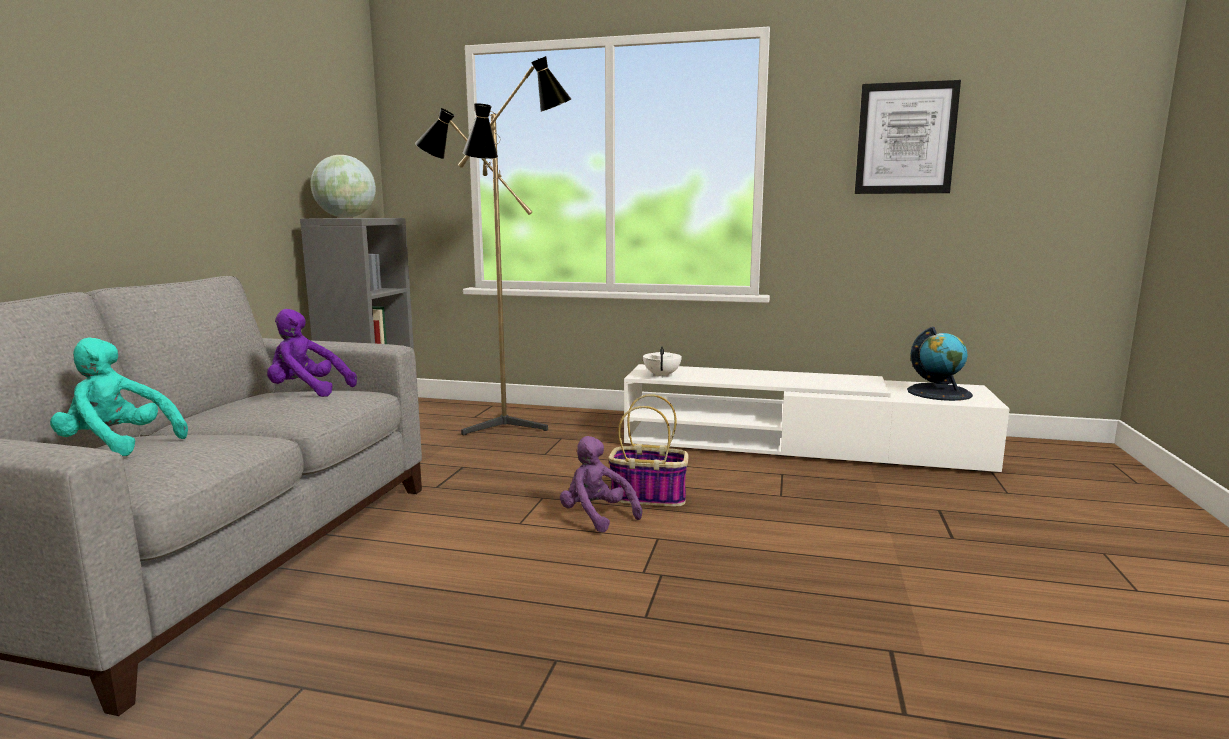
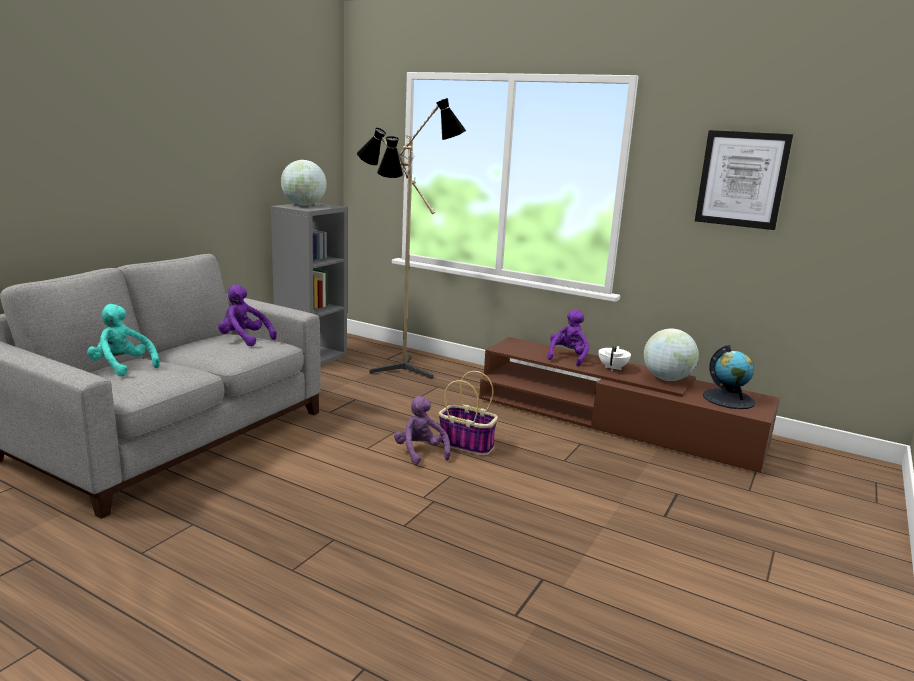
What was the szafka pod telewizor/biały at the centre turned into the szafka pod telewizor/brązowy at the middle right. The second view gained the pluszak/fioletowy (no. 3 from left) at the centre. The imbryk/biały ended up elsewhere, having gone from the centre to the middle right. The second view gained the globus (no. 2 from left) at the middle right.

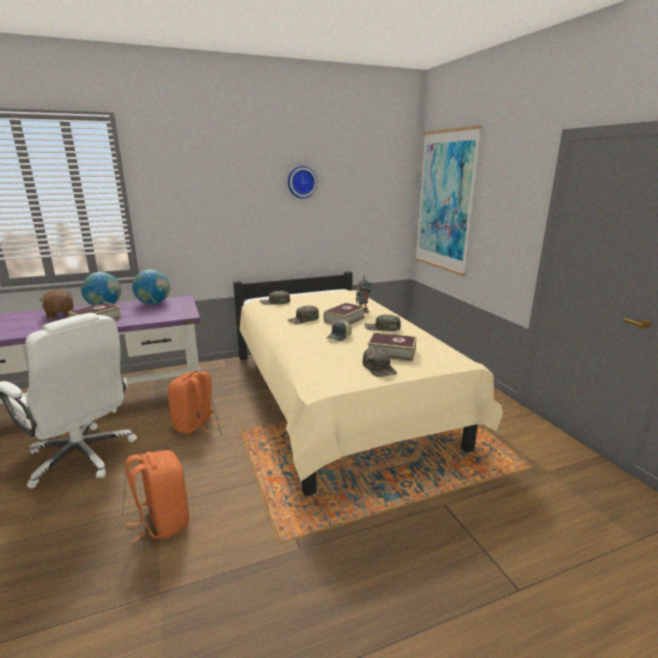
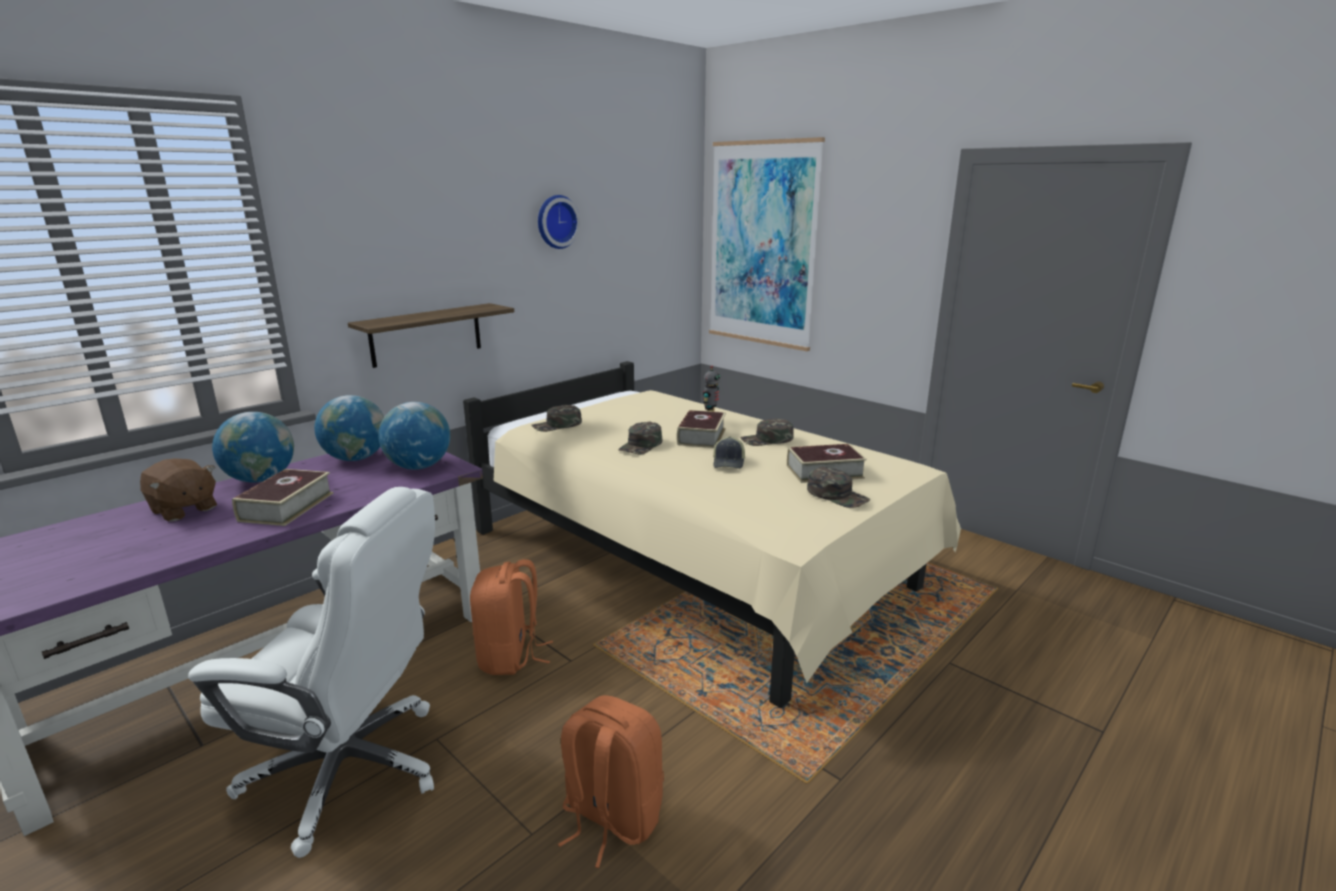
The second view gained the półka at the middle left. The second view gained the globus (no. 3 from left) at the middle left.

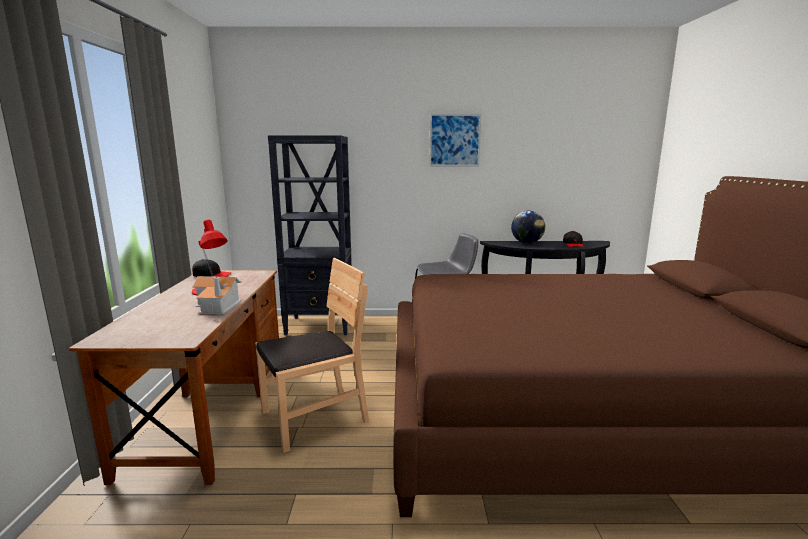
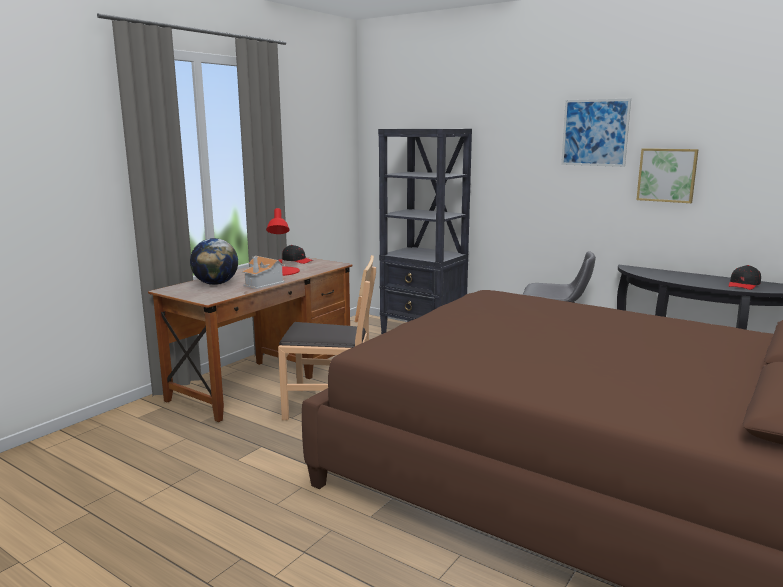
The globus ended up elsewhere, having gone from the centre to the middle left. The second view gained the obraz (no. 2 from left) at the top right.

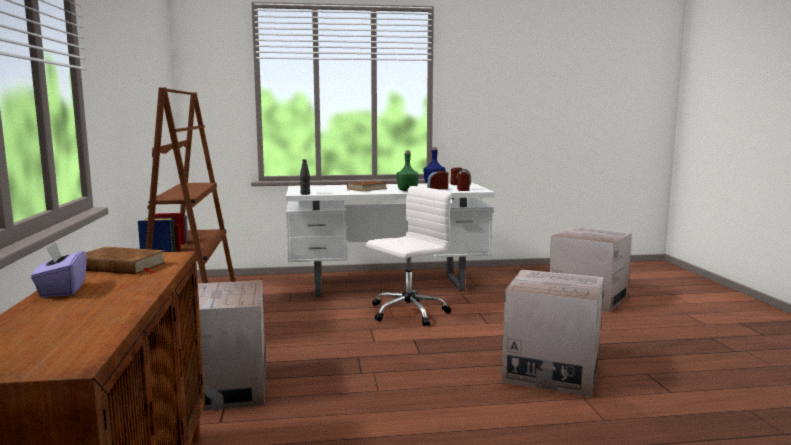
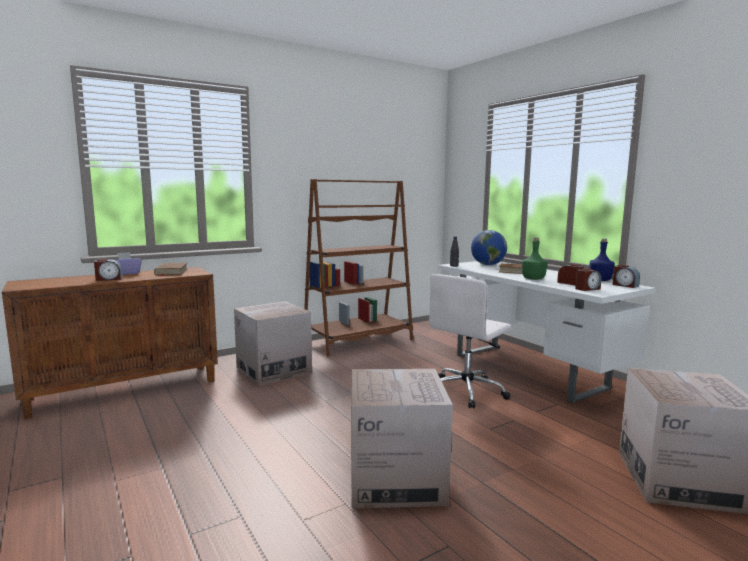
The second view gained the budzik (no. 1 from left) at the middle left. The krzesło biurowe/biały at the centre ended up facing another way, 105 degrees clockwise from before. The second view gained the globus at the centre.

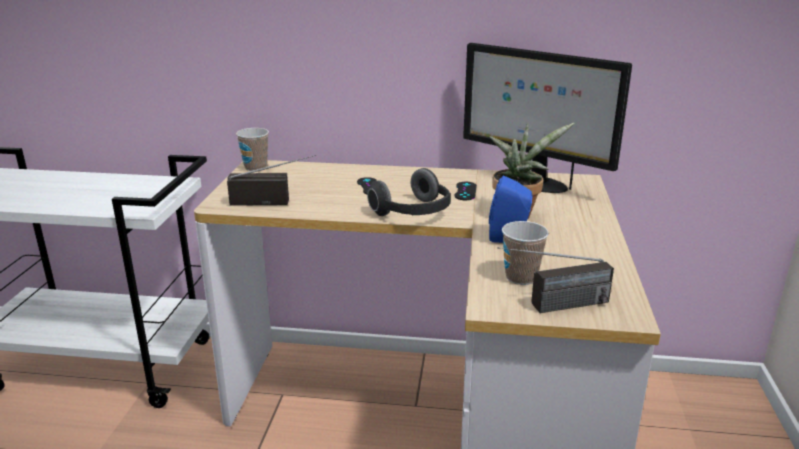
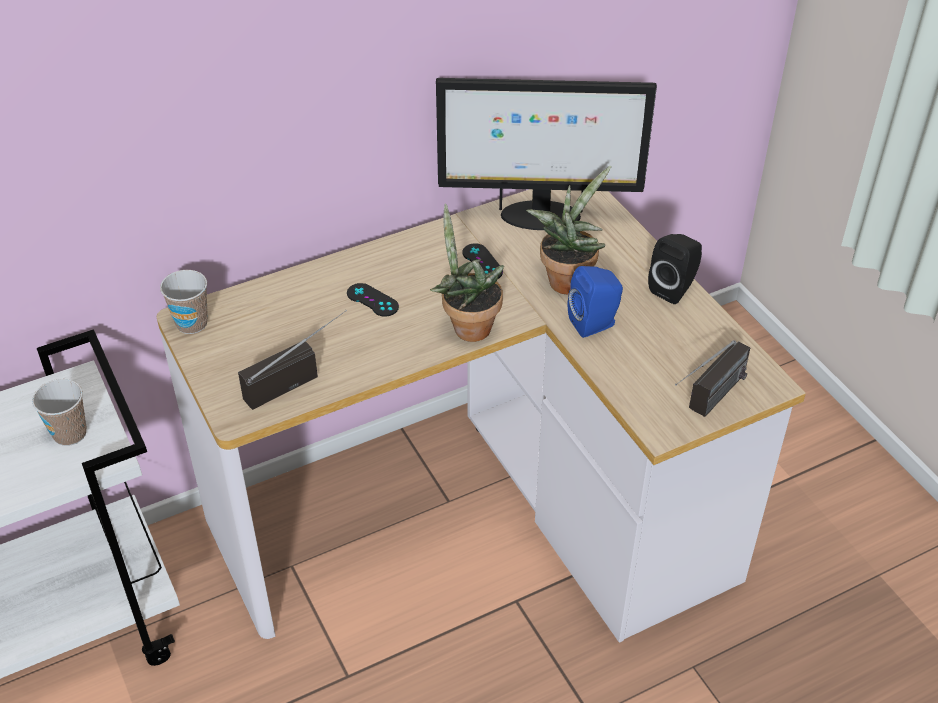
The filiżanka (no. 2 from left in the first image) ended up elsewhere, having gone from the centre to the middle left. Where the słuchawki stood at the centre, the roślina doniczkowa (no. 1 from left) came to stand at the centre. The second view gained the głośnik/czarny at the middle right.

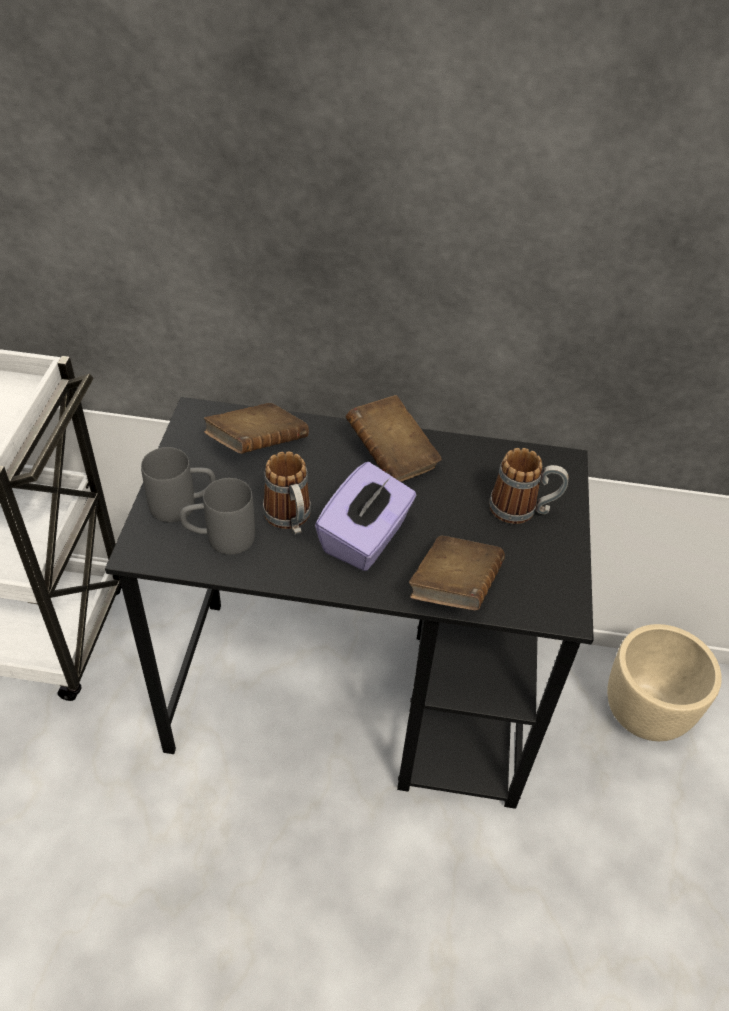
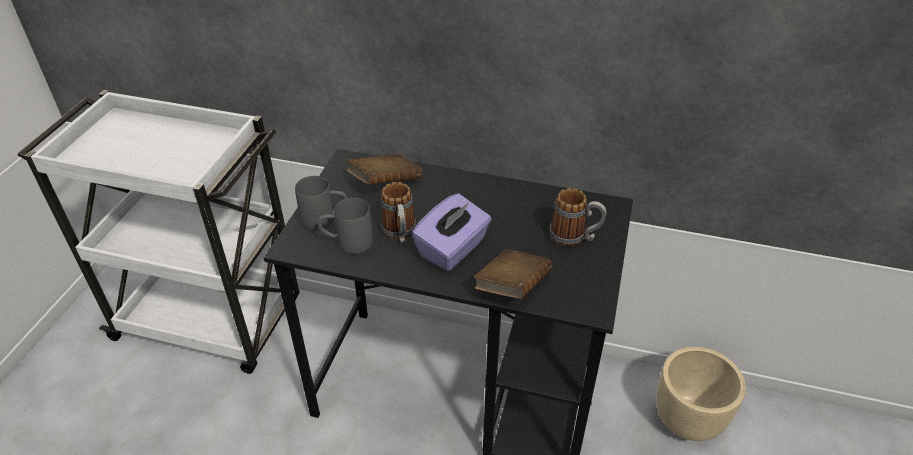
The second view lost the książka/brązowy (no. 2 from left) at the centre.

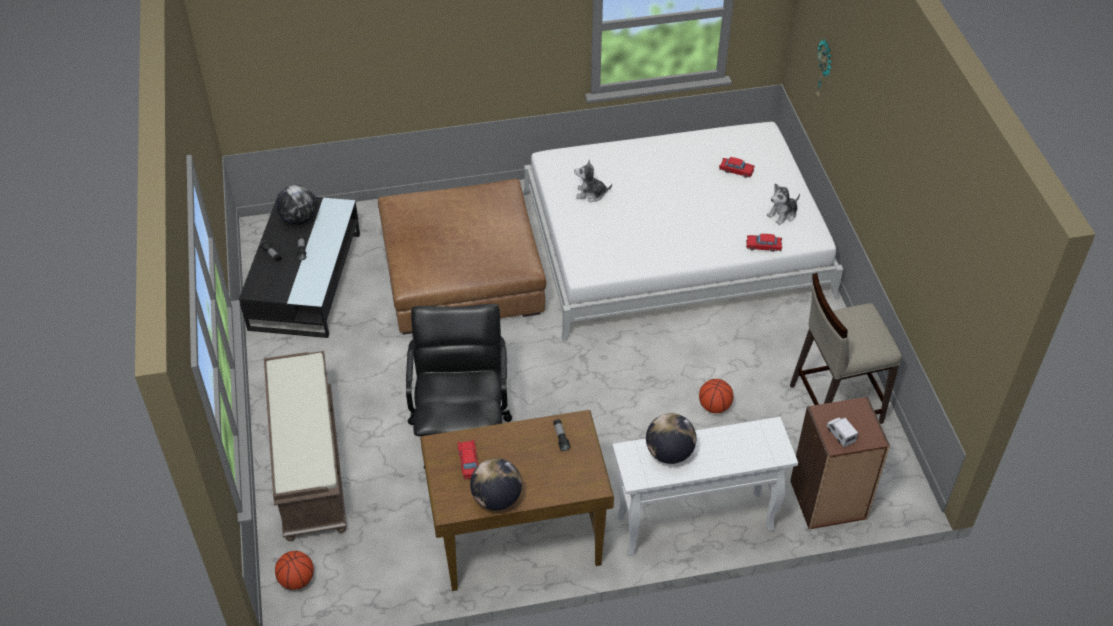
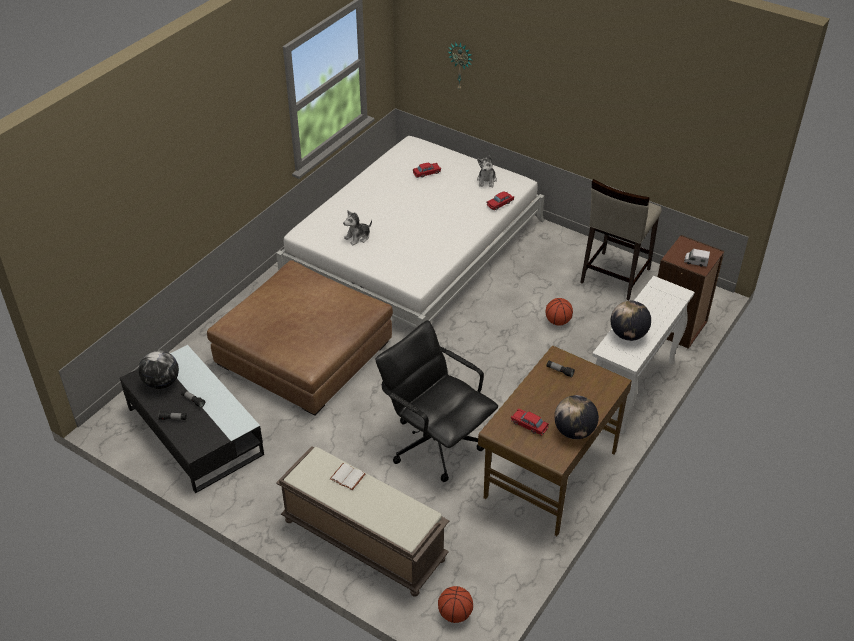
The second view gained the książka/biały at the bottom centre.

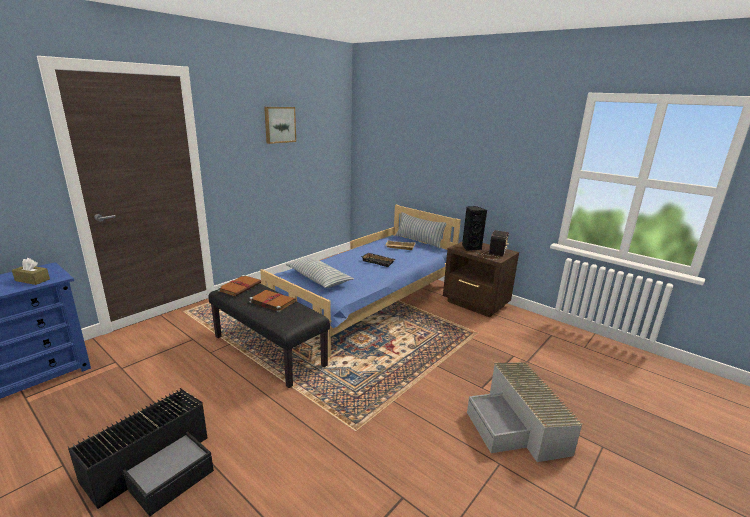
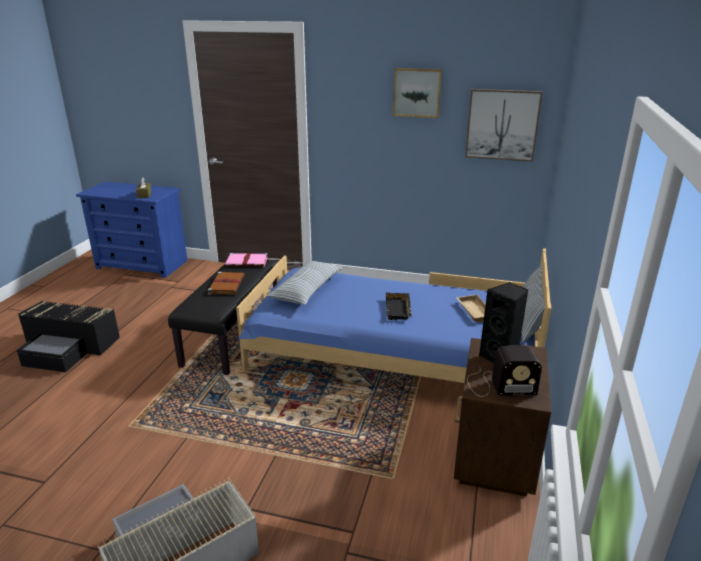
What was the książka/brązowy (no. 1 from left) at the middle left turned into the książka/różowy at the centre. The second view gained the obraz (no. 2 from left) at the top right.

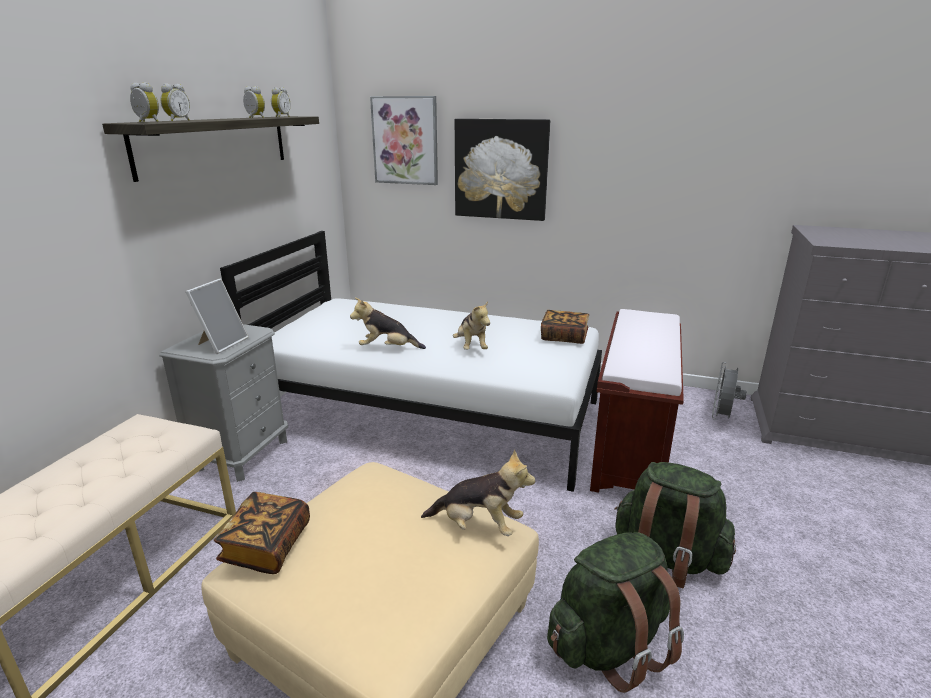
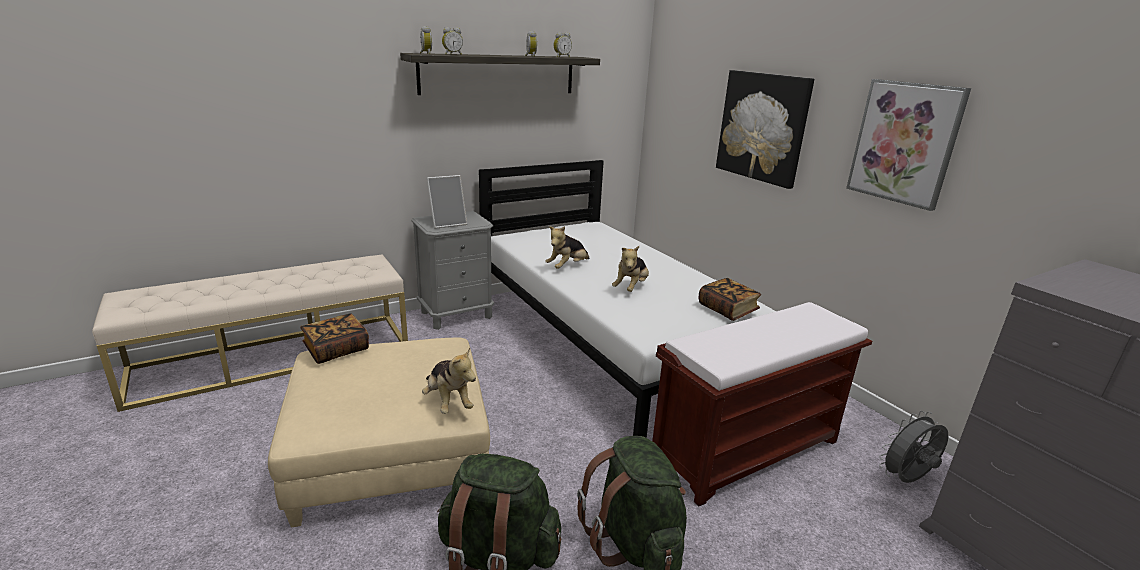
The pluszak (no. 1 from left in the first image) at the centre ended up facing another way, 90 degrees counterclockwise from before. The obraz (no. 1 from left in the first image) ended up elsewhere, having gone from the top centre to the top right.

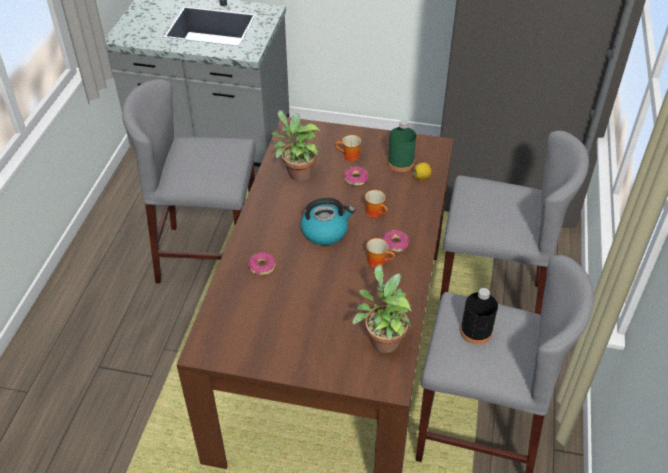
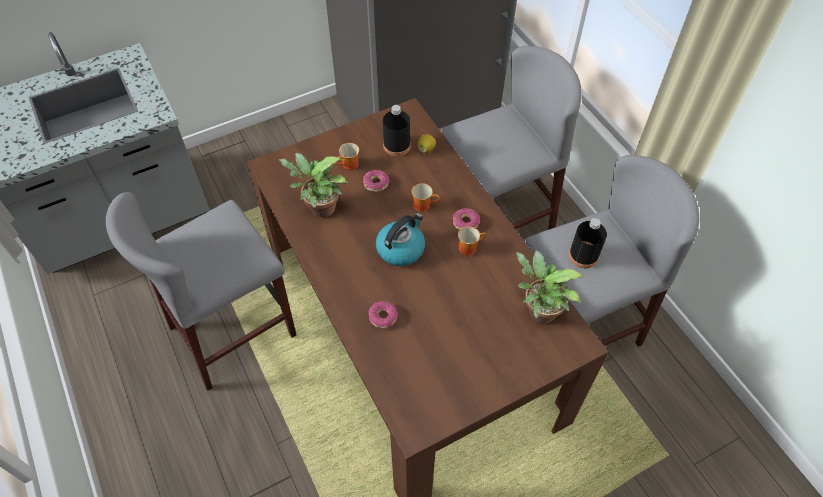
What was the butelka/zielony at the top centre turned into the butelka/czarny (no. 1 from left) at the top centre.

